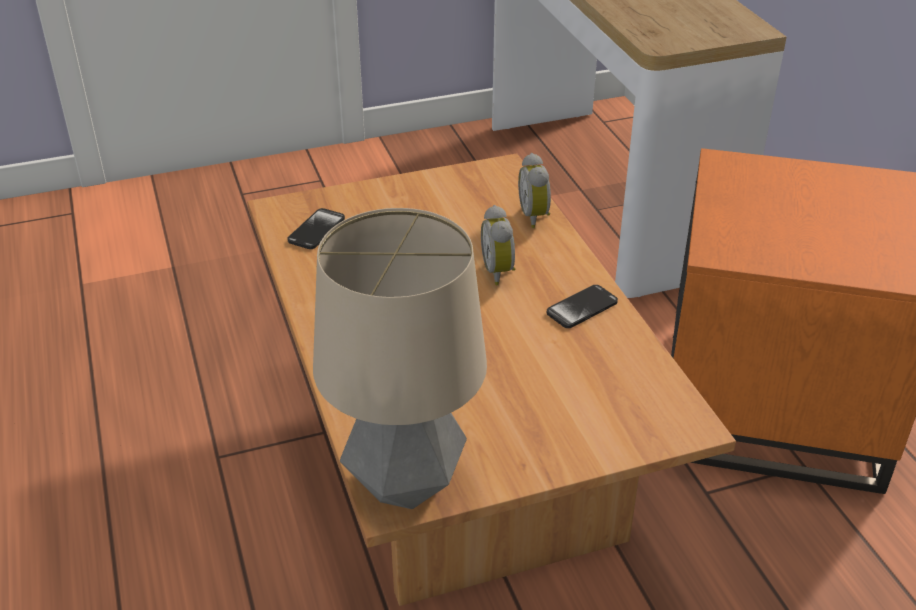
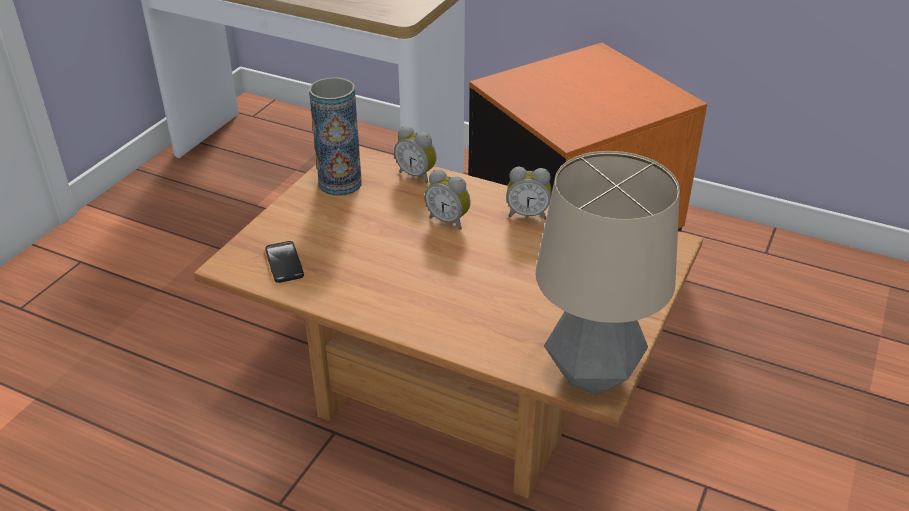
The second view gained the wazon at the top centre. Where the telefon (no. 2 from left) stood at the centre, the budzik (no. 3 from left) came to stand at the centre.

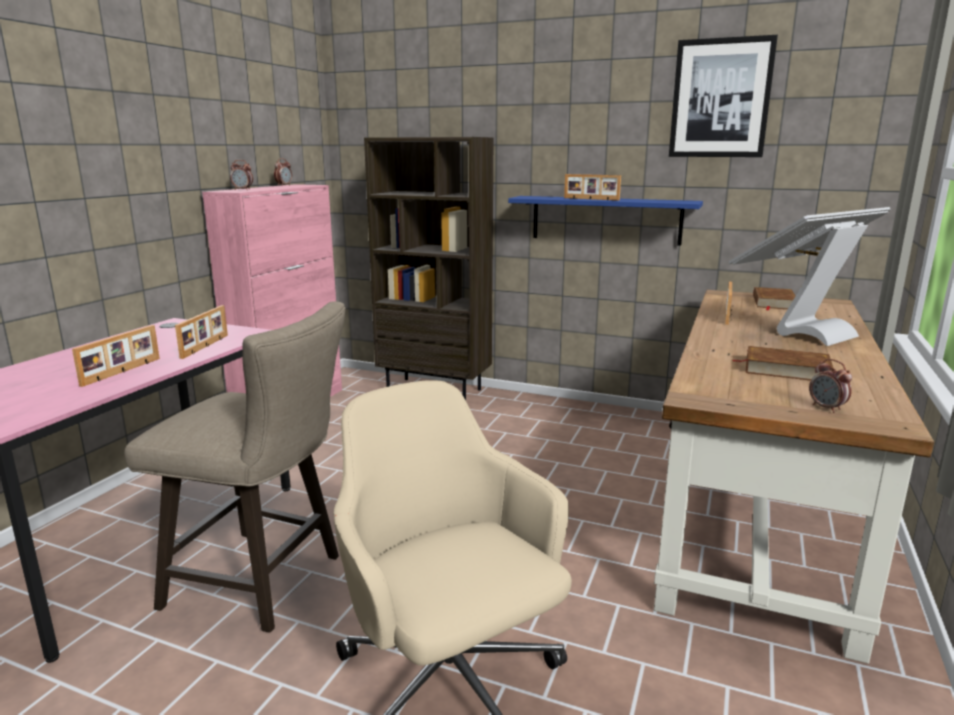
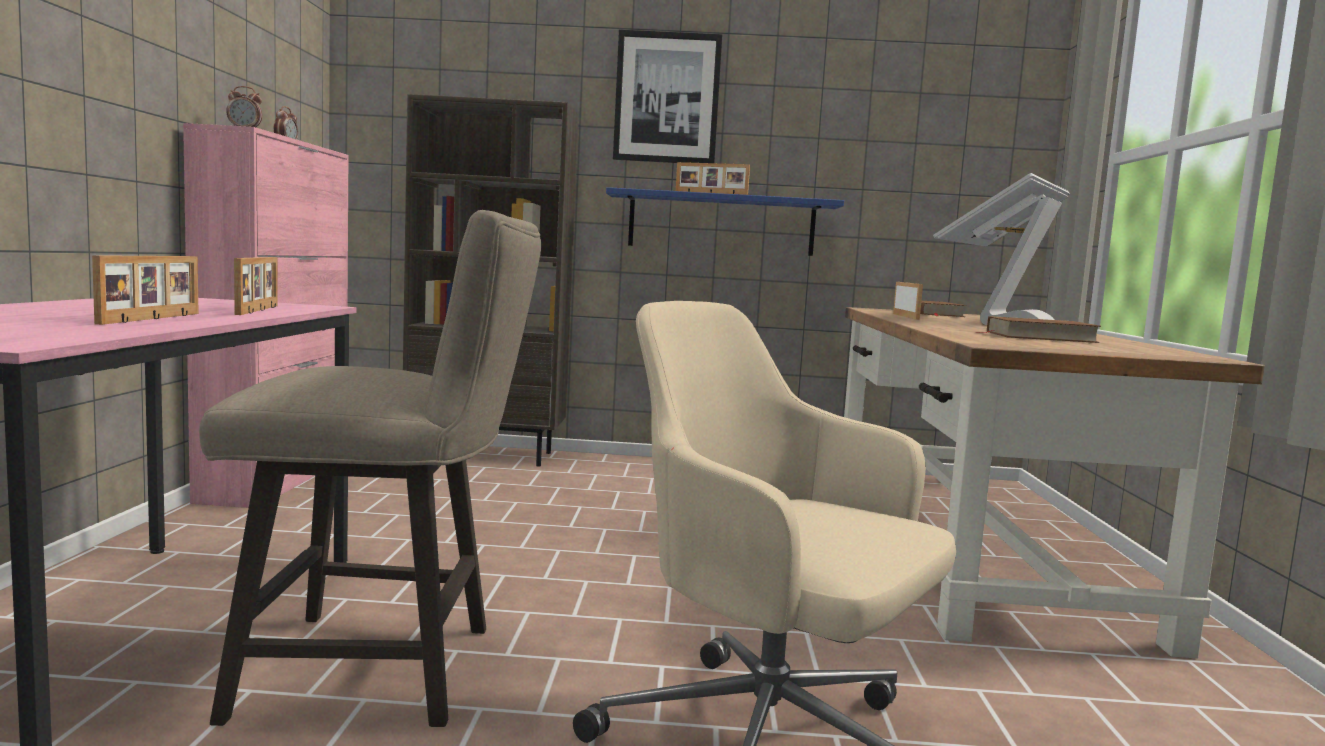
The obraz ended up elsewhere, having gone from the top right to the top centre. The second view lost the budzik (no. 3 from left) at the middle right.

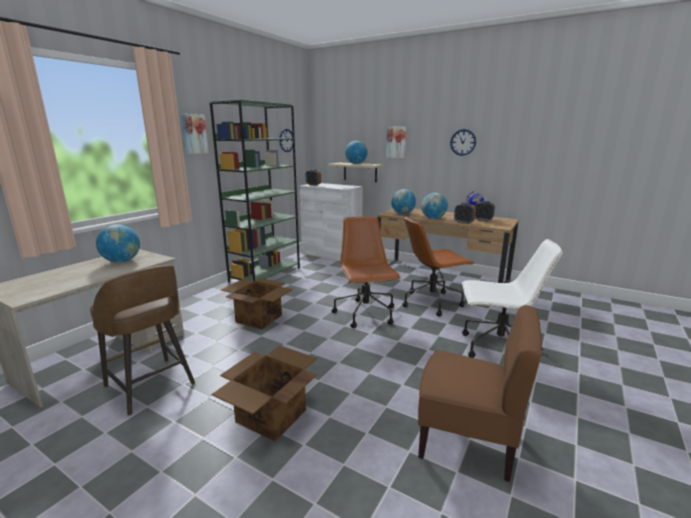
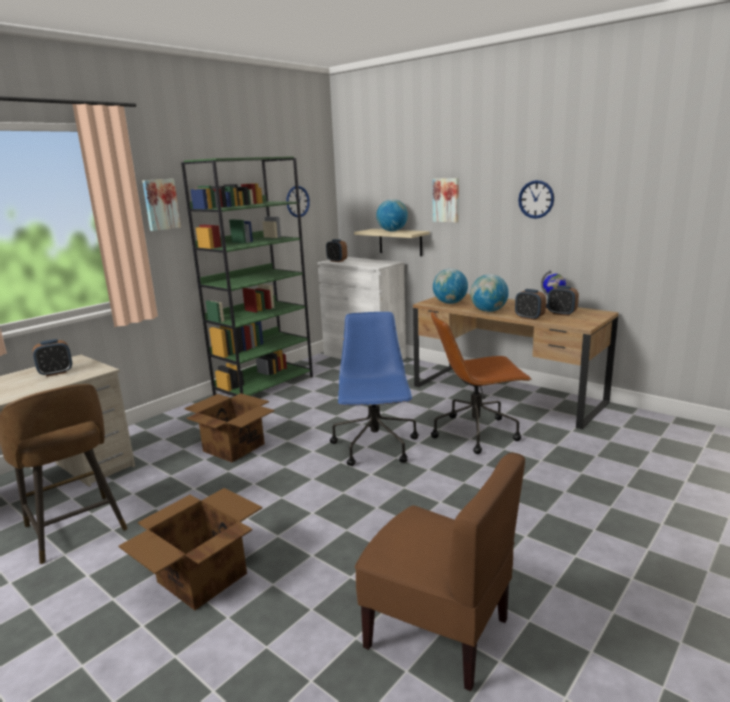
Where the globus (no. 1 from left) stood at the middle left, the budzik (no. 1 from left) came to stand at the middle left. What was the krzesło biurowe/brązowy (no. 1 from left) at the centre turned into the krzesło biurowe/niebieski at the centre. The second view lost the krzesło biurowe/biały at the middle right.

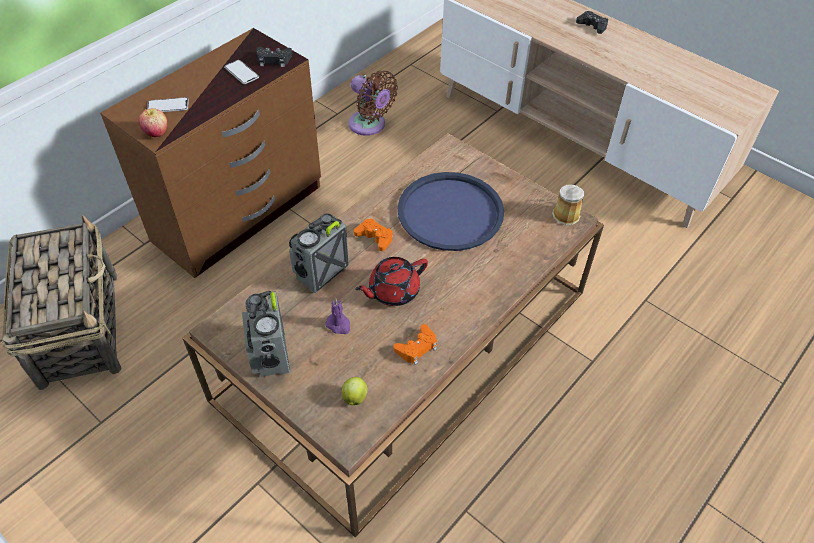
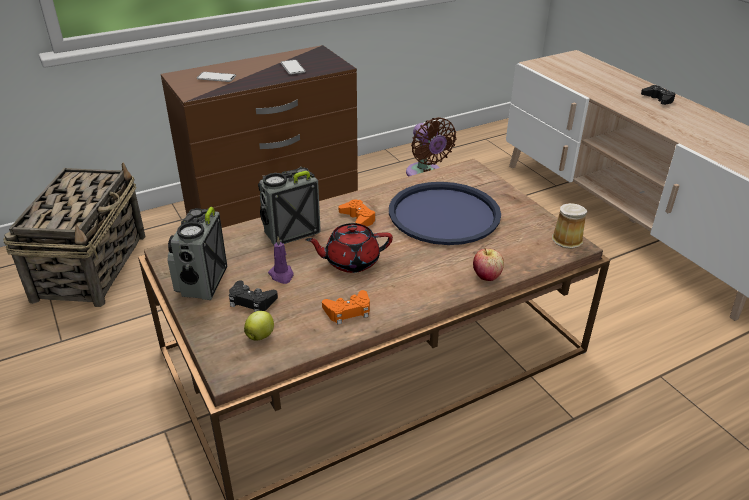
The pad do gier/czarny (no. 1 from left) ended up elsewhere, having gone from the top centre to the centre. The jabłko (no. 1 from left in the first image) ended up elsewhere, having gone from the top left to the centre.

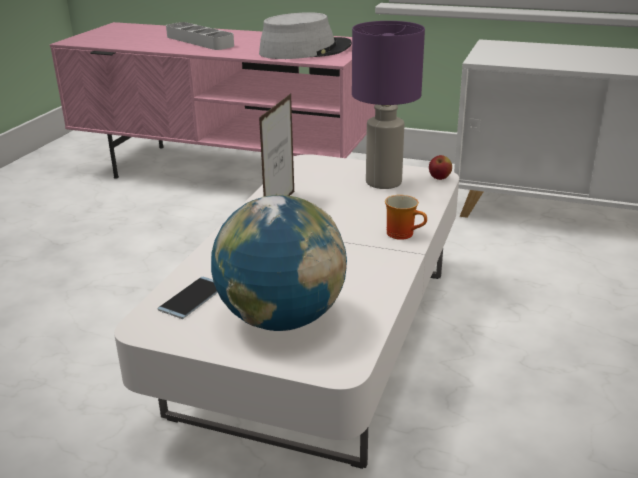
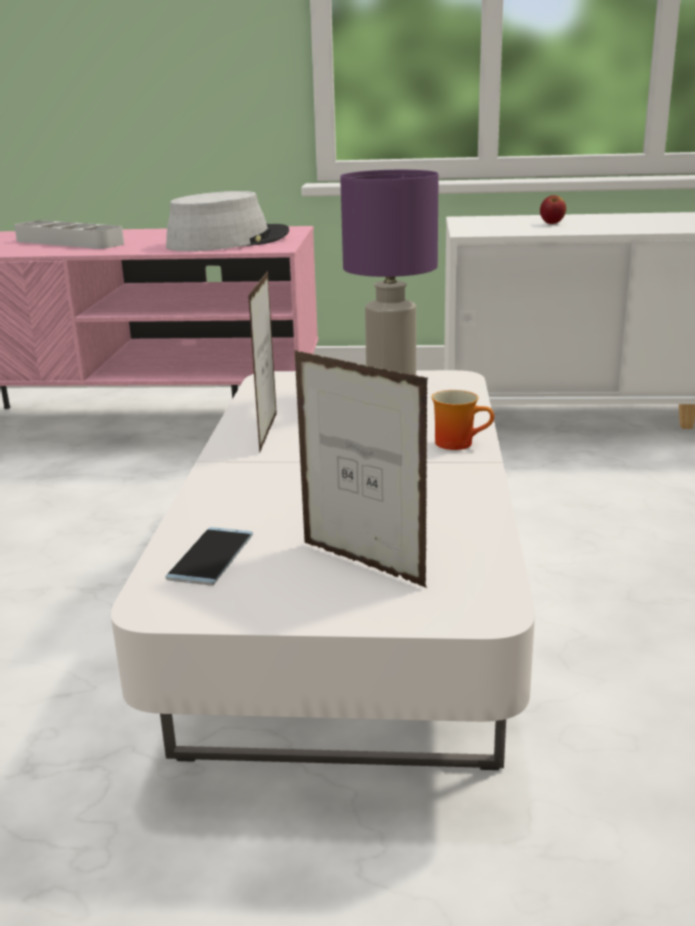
Where the globus stood at the centre, the ramka na zdjęcie (no. 2 from left) came to stand at the centre. The jabłko ended up elsewhere, having gone from the middle right to the top right.

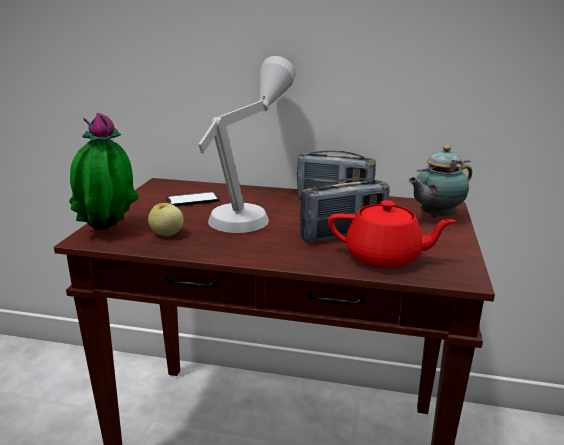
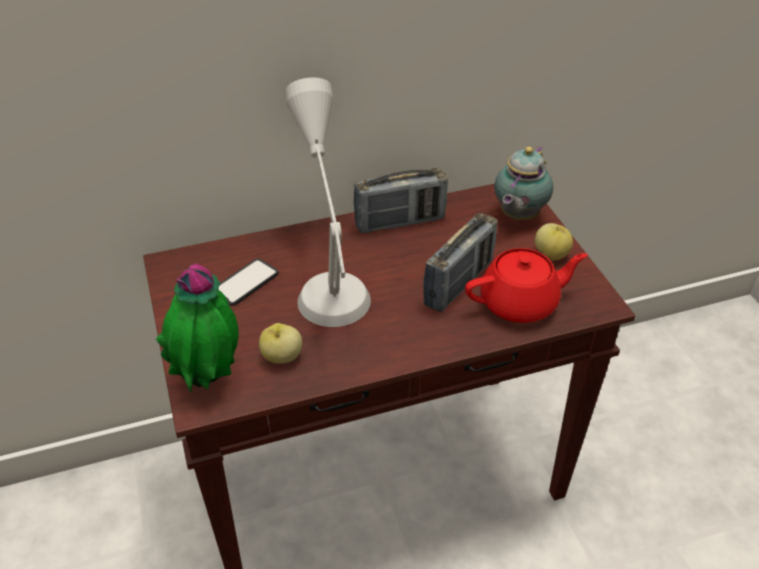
The second view gained the jabłko (no. 2 from left) at the middle right.

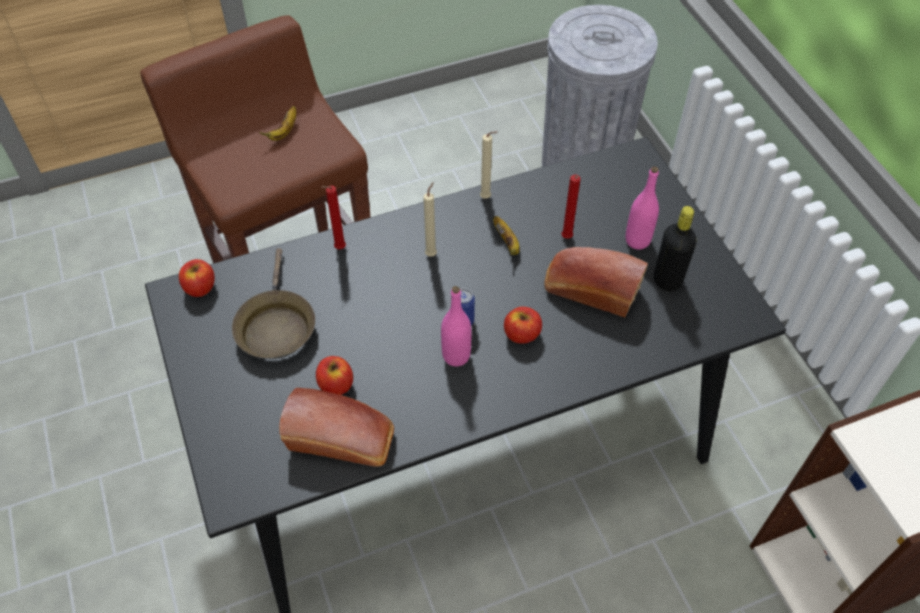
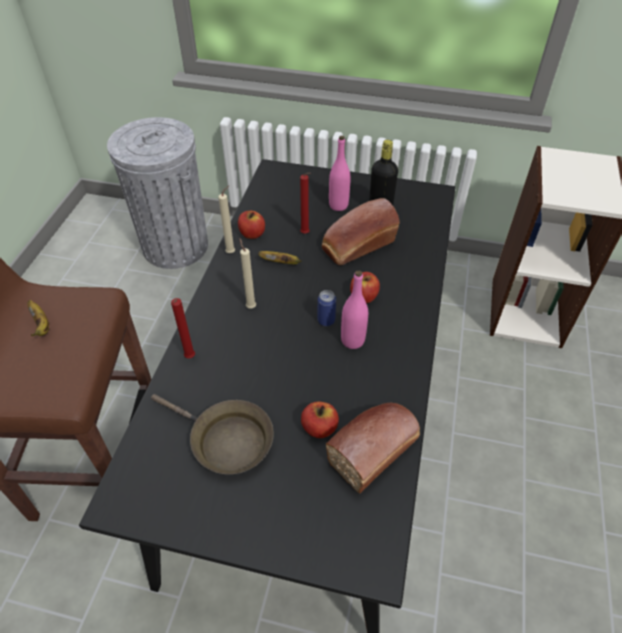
The jabłko (no. 1 from left) ended up elsewhere, having gone from the middle left to the centre.

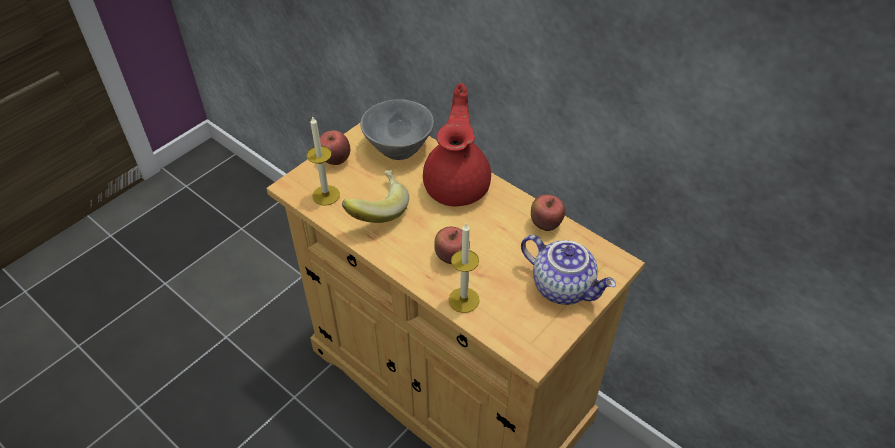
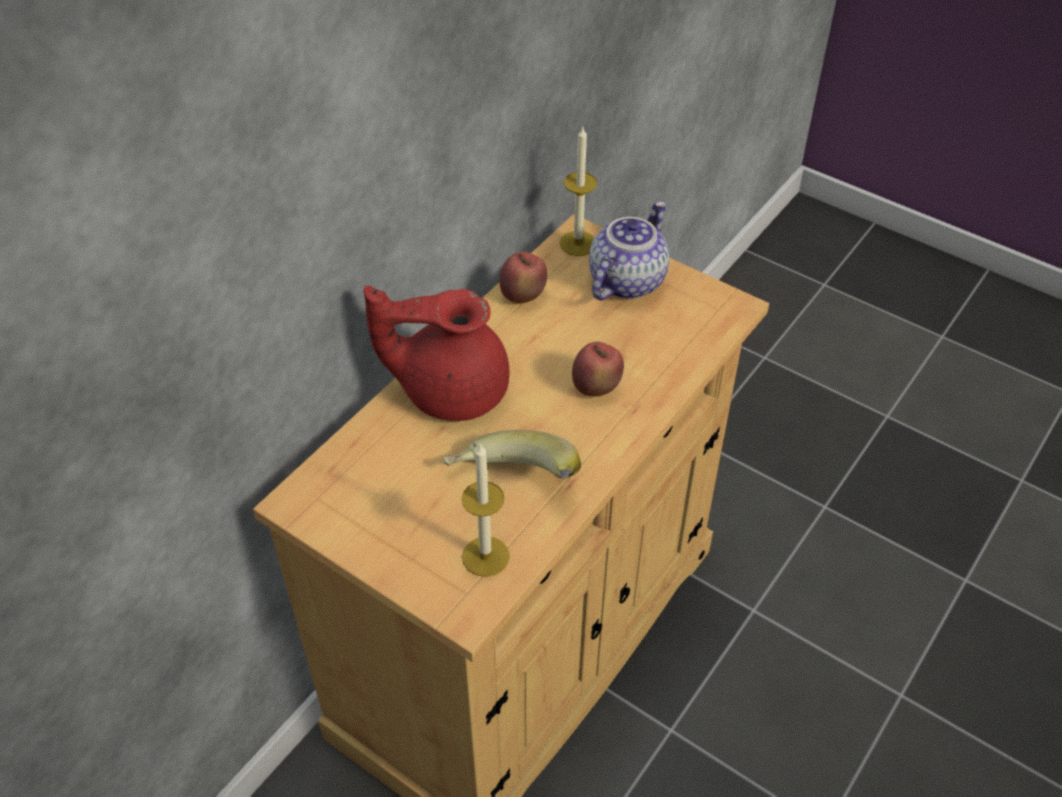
The świeca (no. 2 from left) ended up elsewhere, having gone from the centre to the top centre. The second view lost the jabłko (no. 1 from left) at the top centre. The second view lost the miska/szary at the top centre.

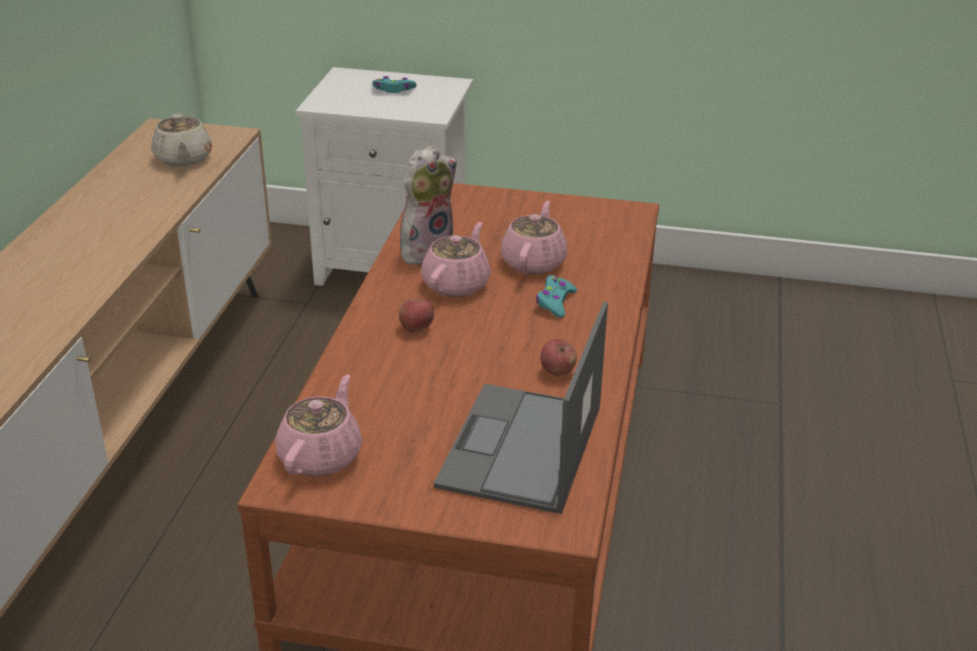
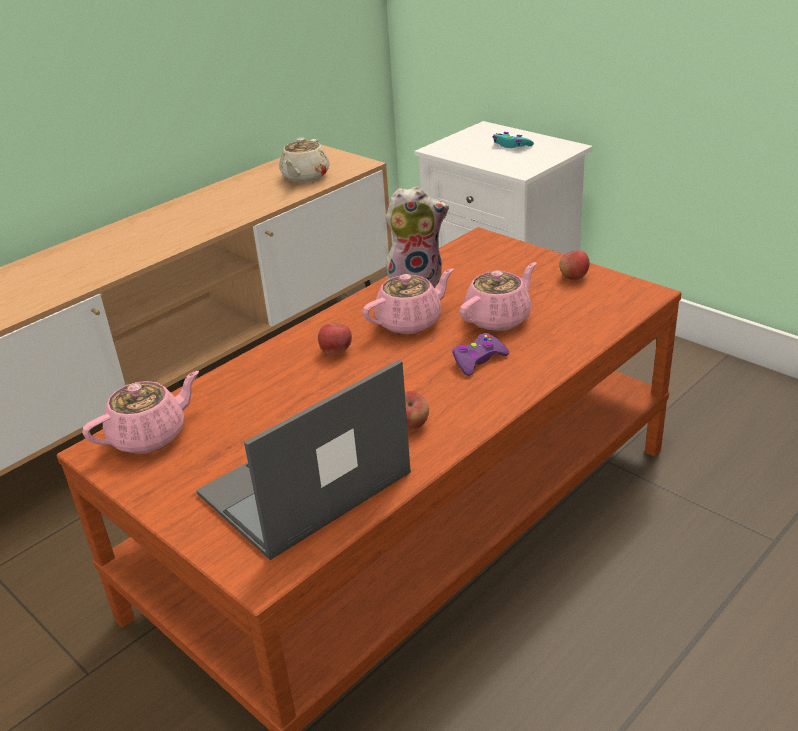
What was the pad do gier/turkusowy (no. 2 from left) at the centre turned into the pad do gier/fioletowy at the centre. The second view gained the jabłko (no. 3 from left) at the middle right.

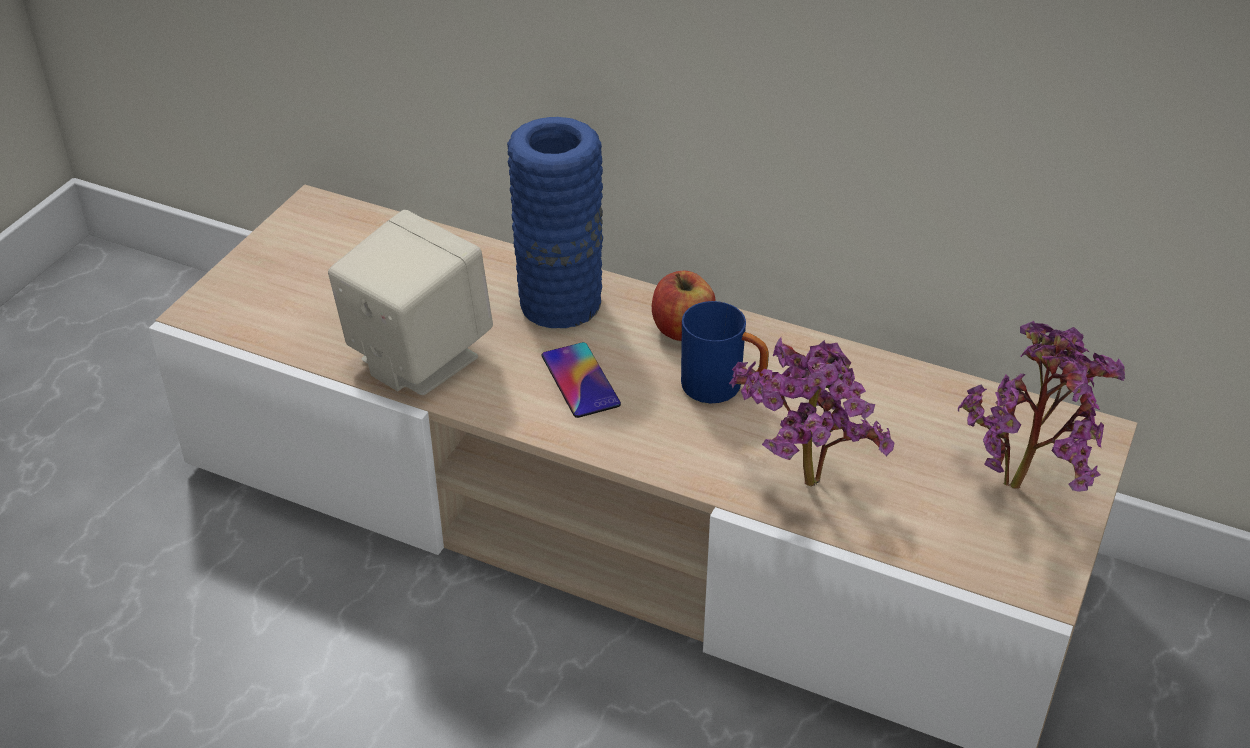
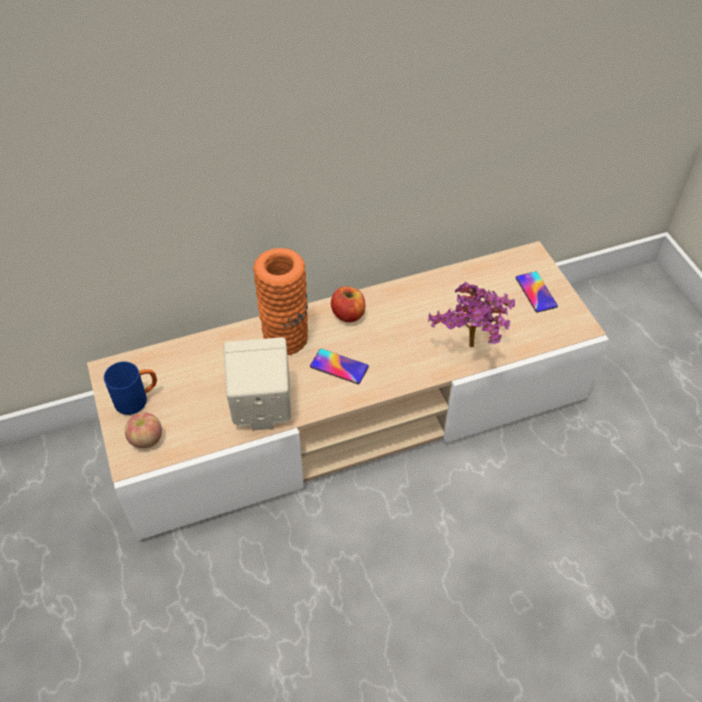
The kubek/niebieski ended up elsewhere, having gone from the centre to the middle left. The second view gained the jabłko (no. 1 from left) at the middle left. What was the wazon/niebieski at the top centre turned into the wazon/pomarańczowy at the centre. Where the roślina doniczkowa (no. 2 from left) stood at the middle right, the telefon (no. 2 from left) came to stand at the middle right.

